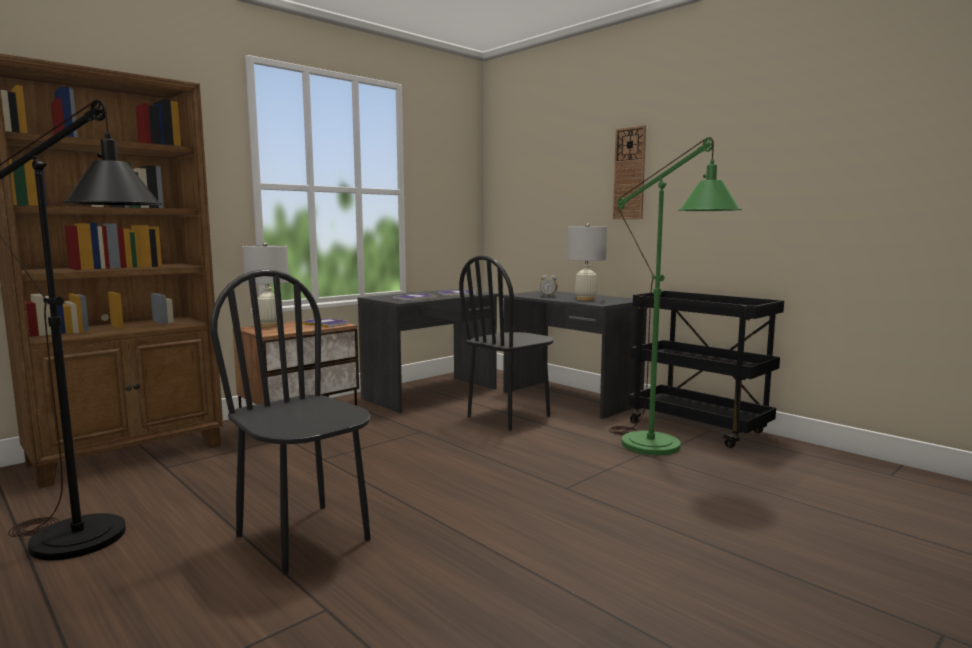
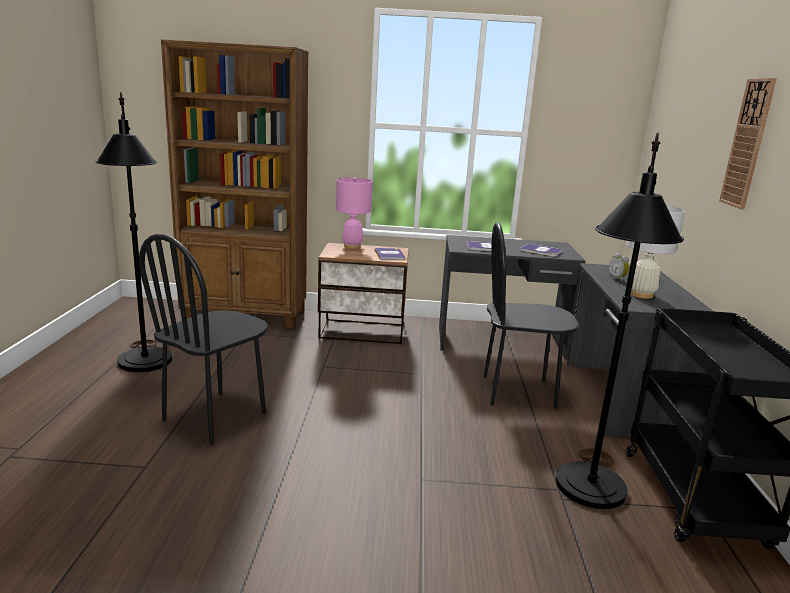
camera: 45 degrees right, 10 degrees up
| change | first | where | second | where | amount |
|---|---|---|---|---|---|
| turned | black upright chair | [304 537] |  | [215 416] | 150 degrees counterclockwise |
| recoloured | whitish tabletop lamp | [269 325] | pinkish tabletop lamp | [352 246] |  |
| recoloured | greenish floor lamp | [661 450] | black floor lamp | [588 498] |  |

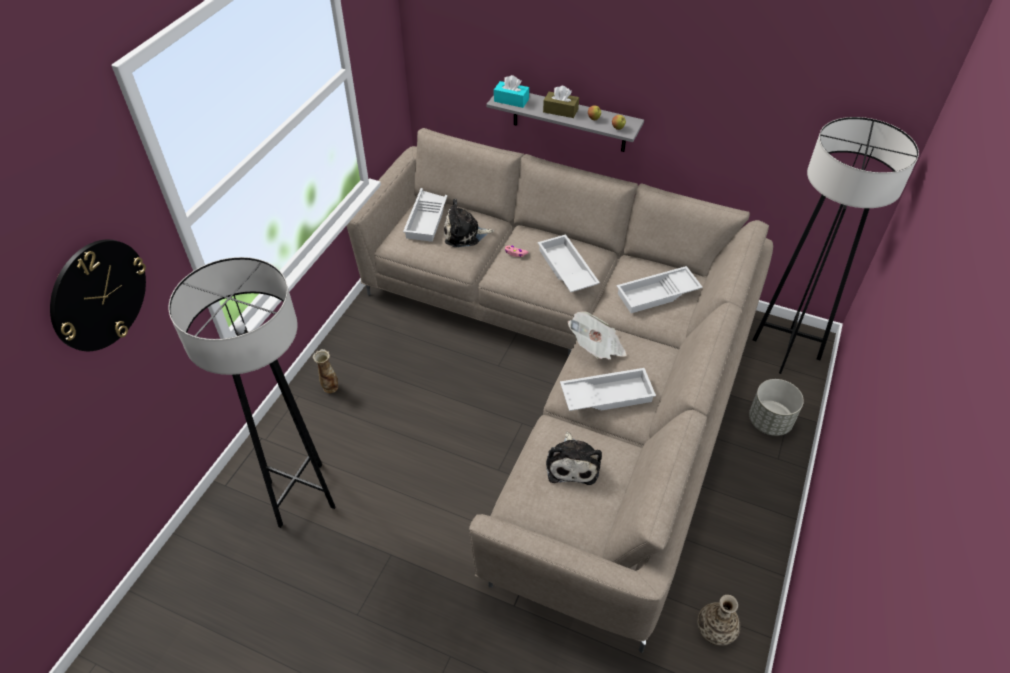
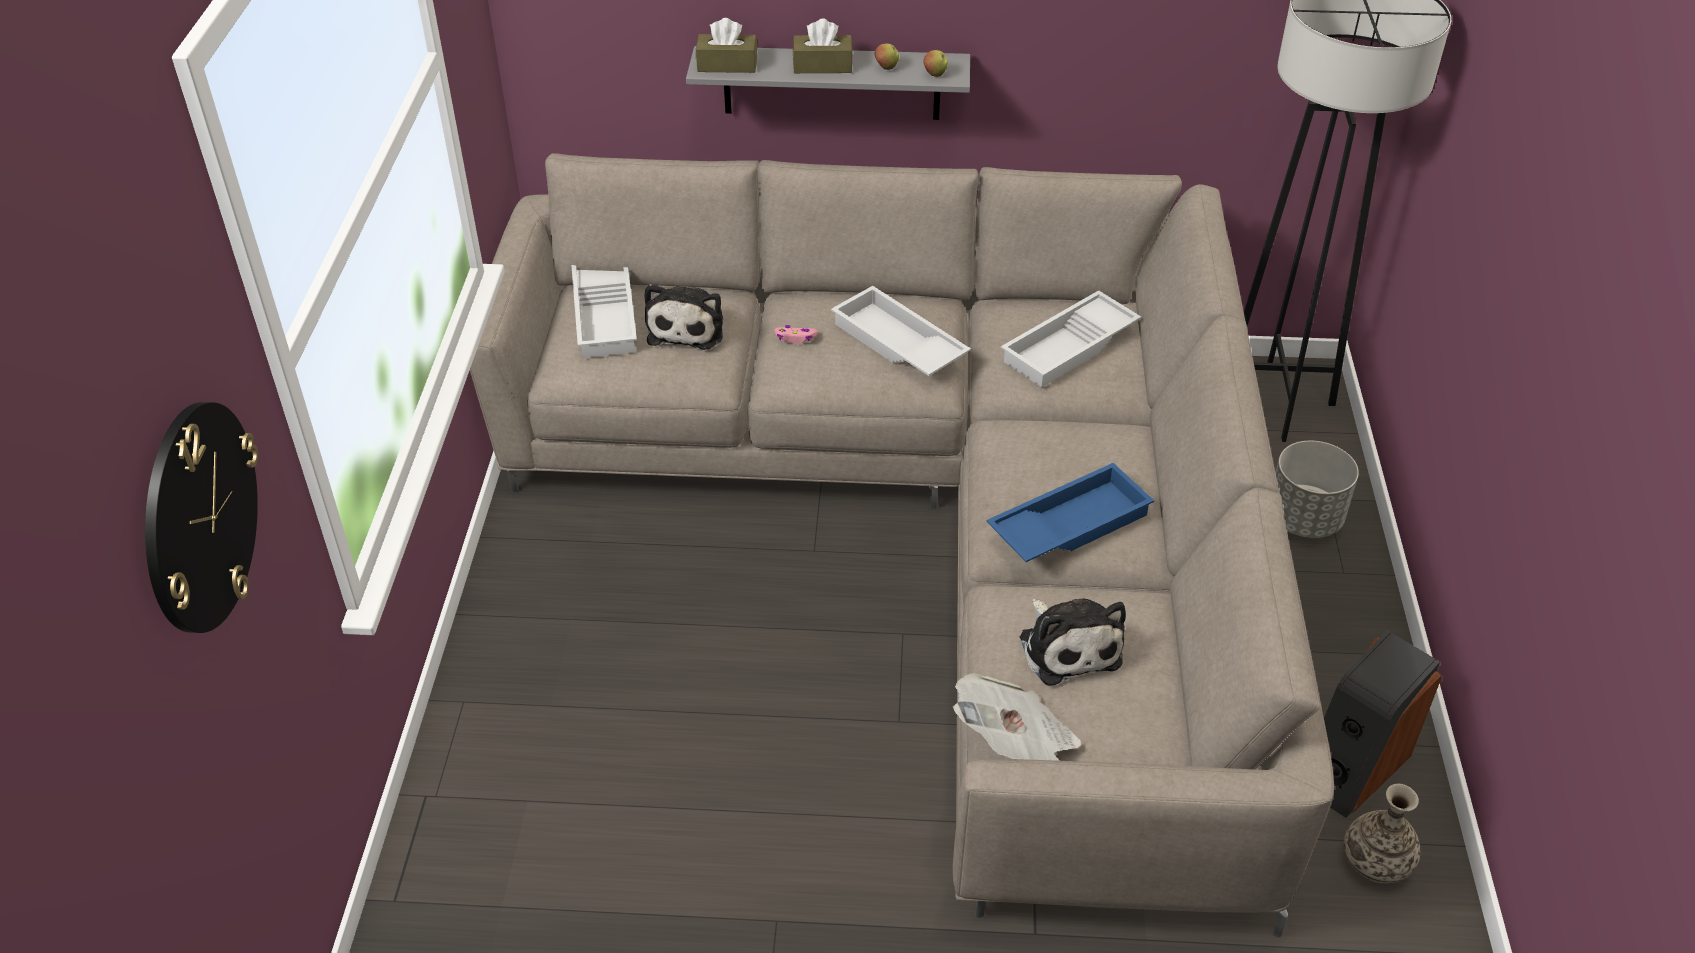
camera: 20 degrees left, 5 degrees down
| change | first | where | second | where | amount |
|---|---|---|---|---|---|
| turned | soft toy | [464 234] |  | [688 327] | 60 degrees counterclockwise |
| recoloured | turquoise-coloured box of tissues | [511 100] | brownish box of tissues | [727 64] |  |
| moved | printed paper | [596 347] |  | [1014 743] |  |
| recoloured | whitish serving tray | [607 394] | blue serving tray | [1068 523] |  |
| added |  |  | audio speaker | [1352 767] |  |
| removed | gray floor lamp | [301 495] |  |  |  |
| removed | flower vase | [330 387] |  |  |  |

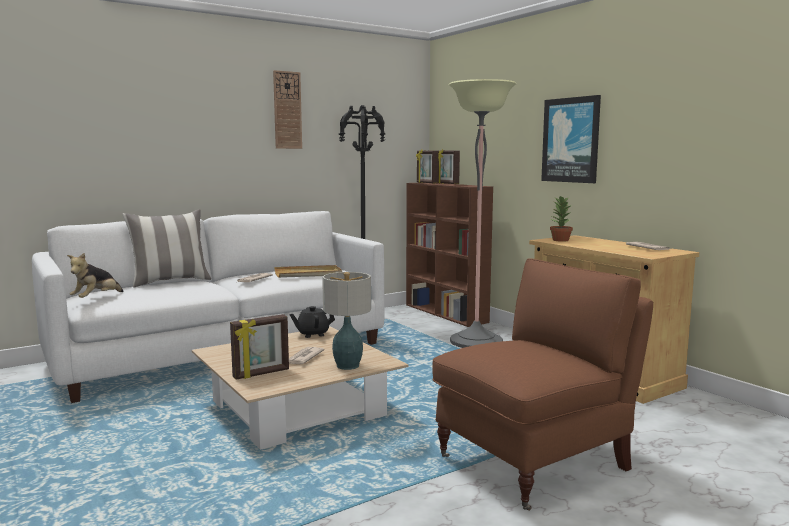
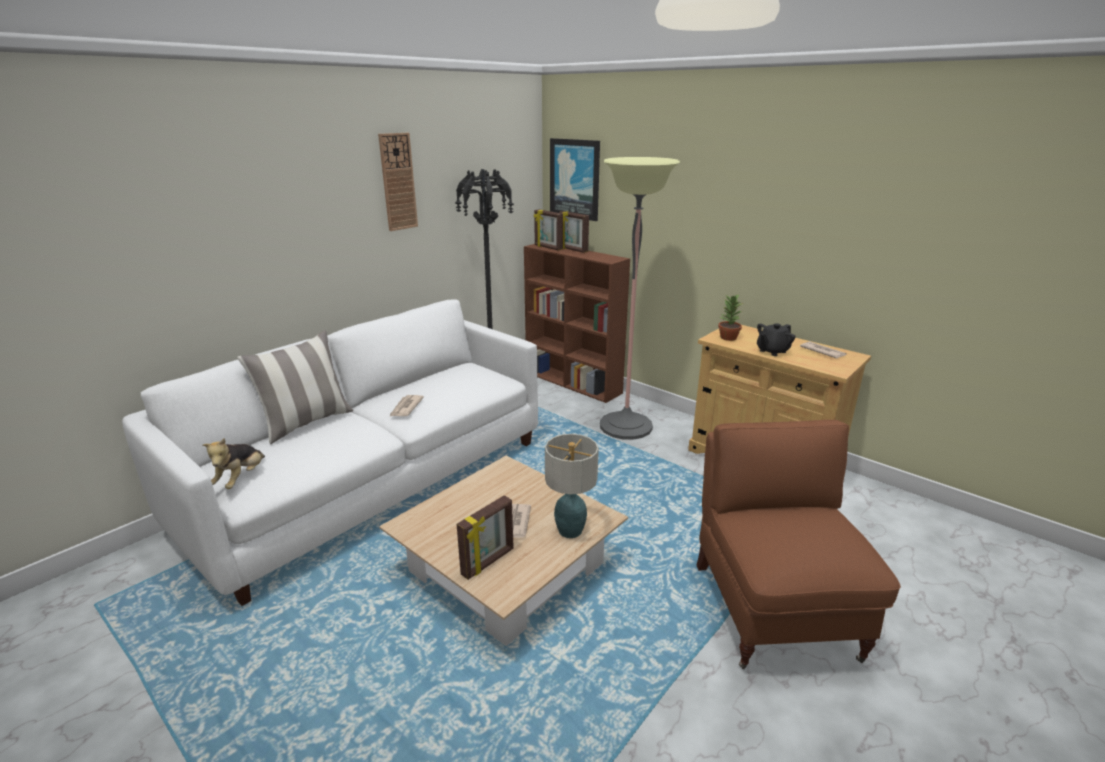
camera: 15 degrees left, 15 degrees up
| change | first | where | second | where | amount |
|---|---|---|---|---|---|
| moved | picture | [571 140] |  | [575 179] |  |
| turned | brownish lounge chair | [534 463] |  | [773 609] | 45 degrees counterclockwise |
| moved | black tea pot | [312 334] |  | [772 351] |  |
| removed | beige-coloured serving tray | [308 274] |  |  |  |

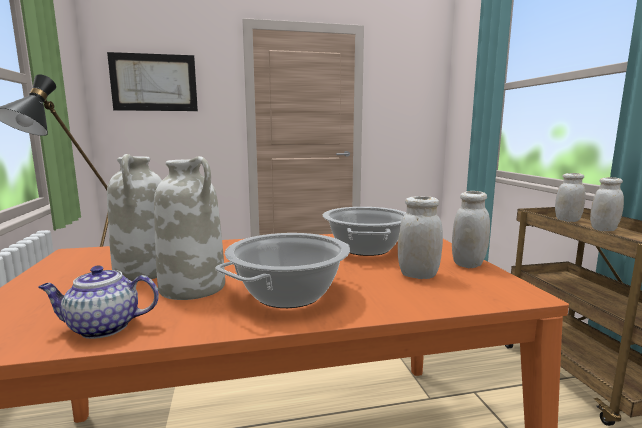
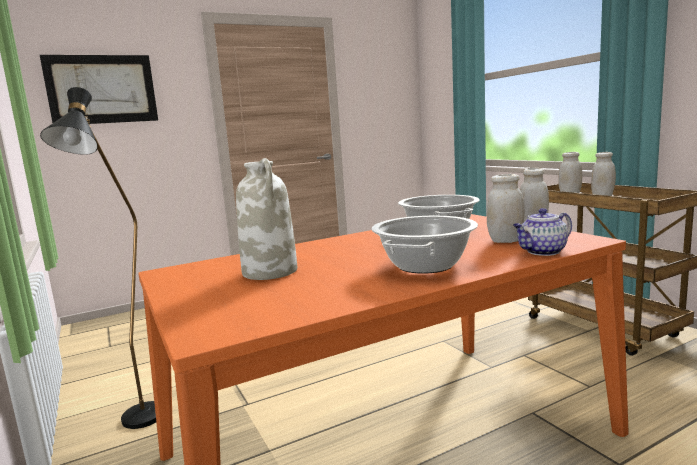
camera: 15 degrees left, 0 degrees up
| change | first | where | second | where | amount |
|---|---|---|---|---|---|
| moved | tea pot | [102 328] |  | [542 252] |  |
| removed | whitish flower vase | [194 287] |  |  |  |

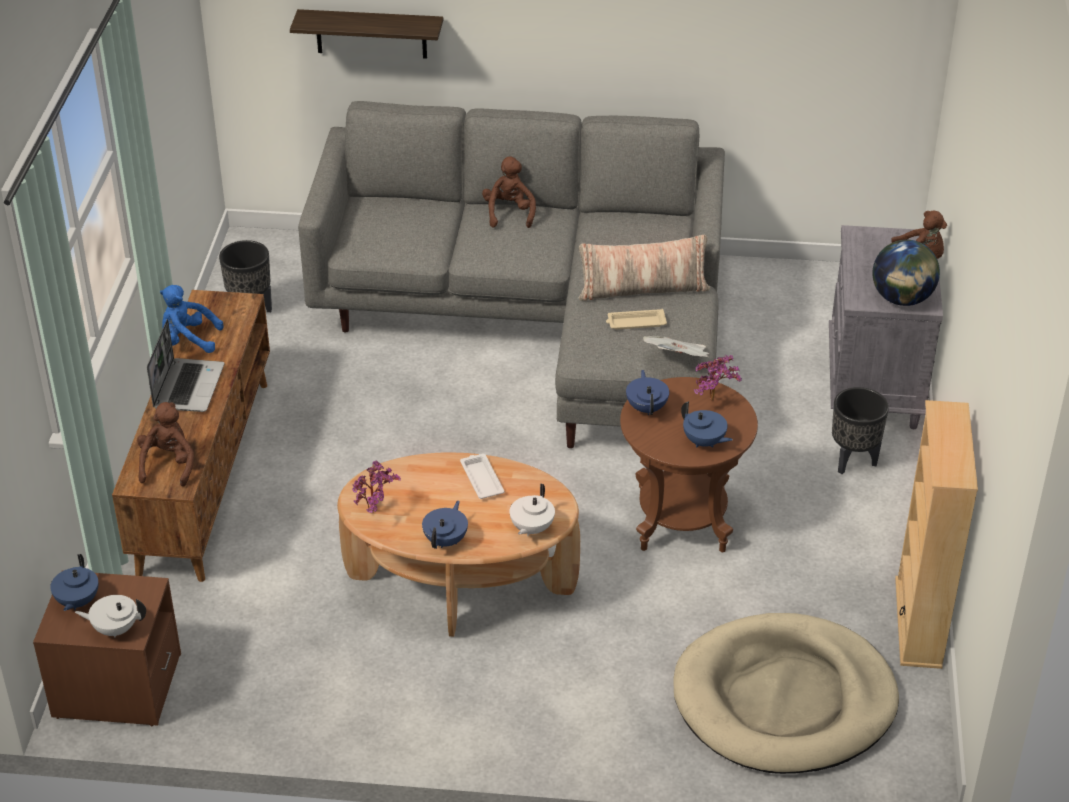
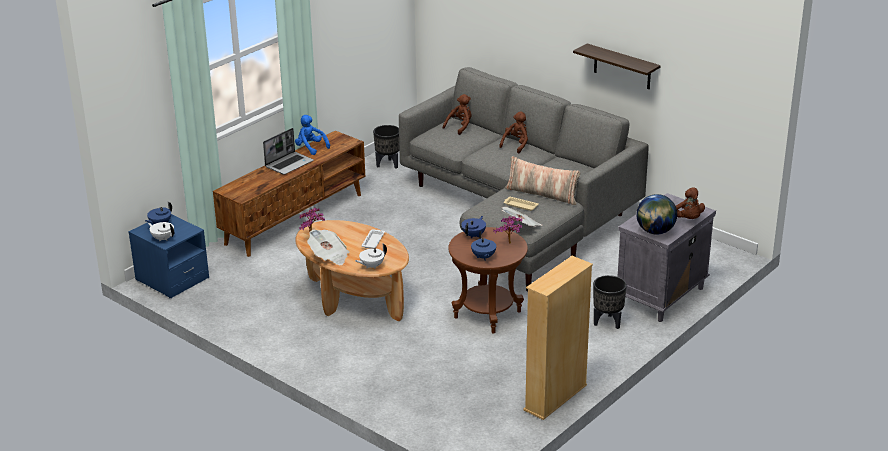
camera: 35 degrees right, 10 degrees down
| change | first | where | second | where | amount |
|---|---|---|---|---|---|
| recoloured | brownish bedside table | [117 686] | blue bedside table | [172 279] |  |
| replaced | blue tea pot | [446 540] | printed paper | [329 256] |  |
| moved | brownish soft toy | [168 464] |  | [460 127] |  |
| moved | bracket shelf | [371 34] |  | [622 67] |  |
| removed | beige-coloured dog cushion | [784 700] |  |  |  |

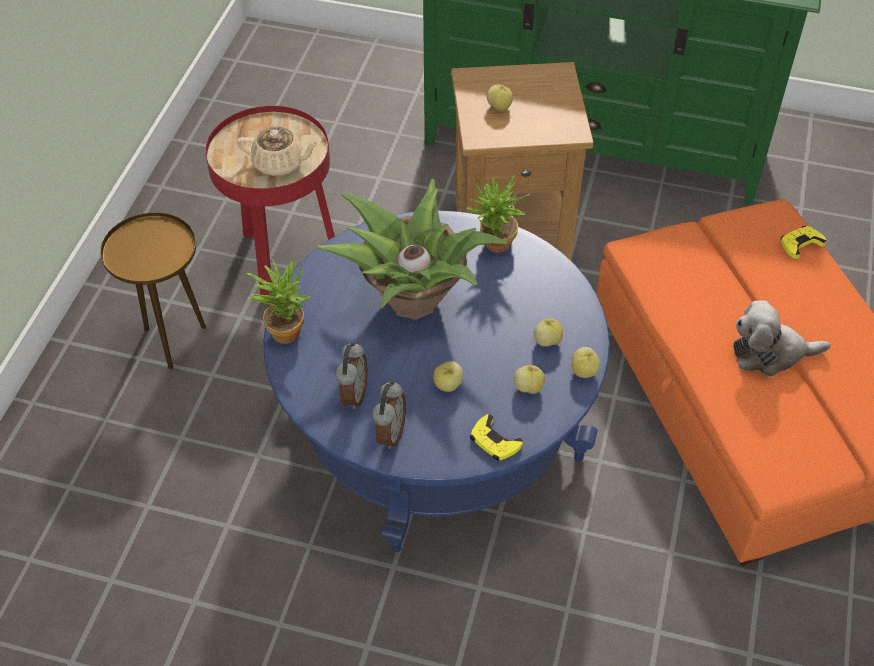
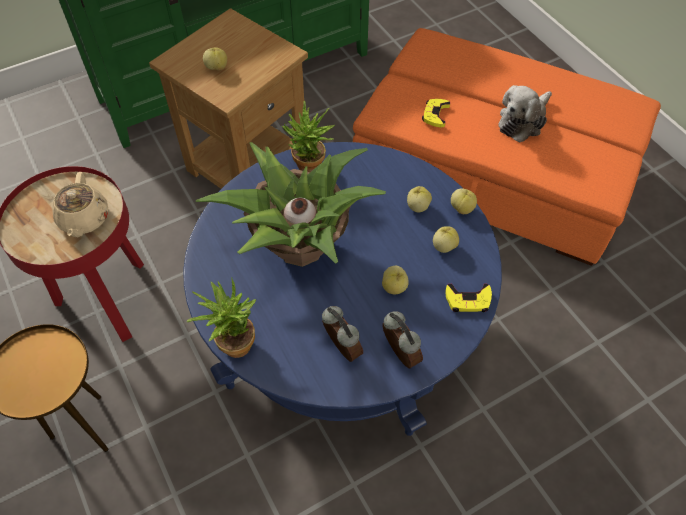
camera: 45 degrees left, 5 degrees up
| change | first | where | second | where | amount |
|---|---|---|---|---|---|
| turned | beige-coloured tea pot | [280 163] |  | [84 220] | 120 degrees clockwise |
| moved | yellowish joypad | [800 244] |  | [435 114] |  |

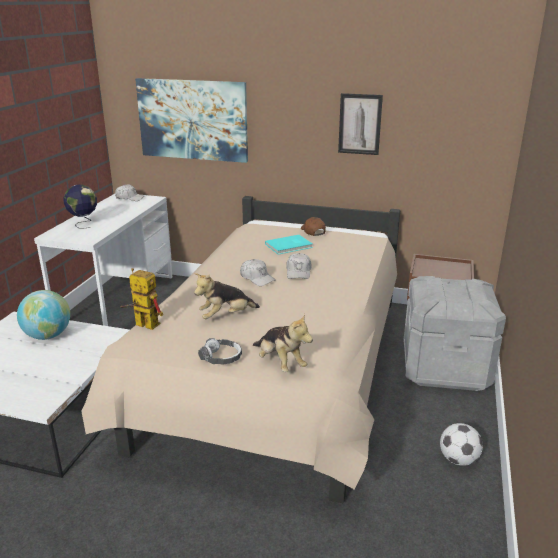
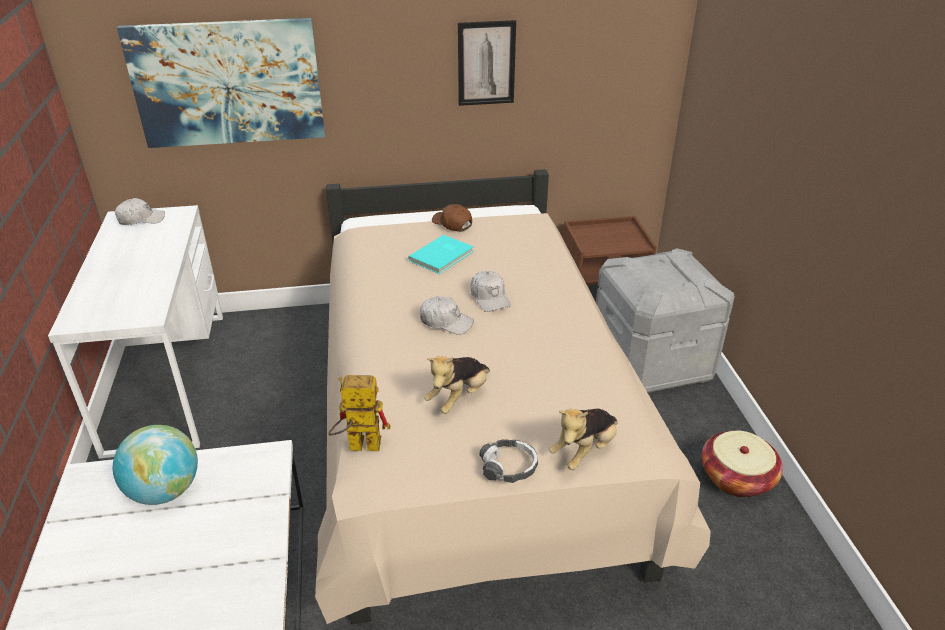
camera: 25 degrees left, 10 degrees up
| change | first | where | second | where | amount |
|---|---|---|---|---|---|
| turned | soft toy | [280 363] |  | [584 451] | 105 degrees clockwise |
| replaced | football | [458 459] | storage basket | [736 478] |  |
| removed | globe | [83 224] |  |  |  |

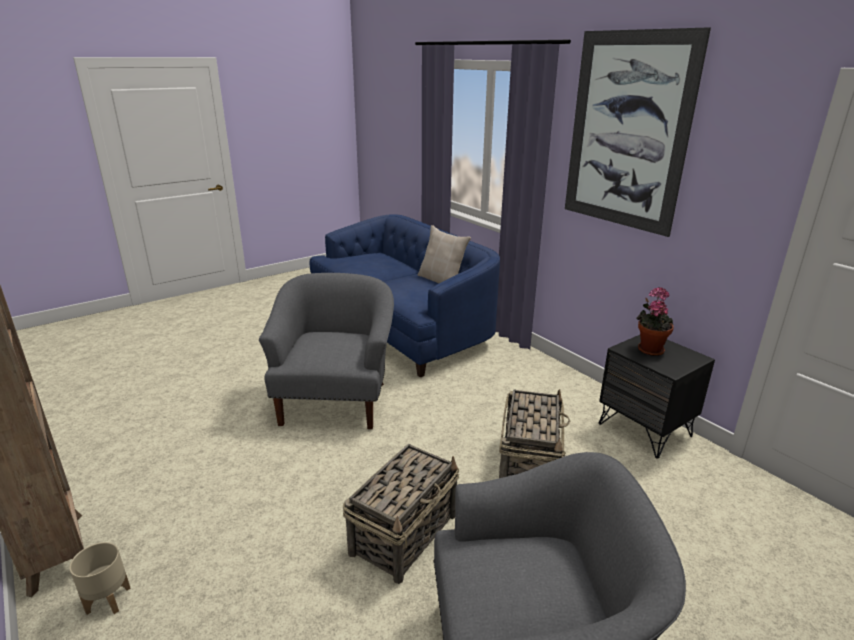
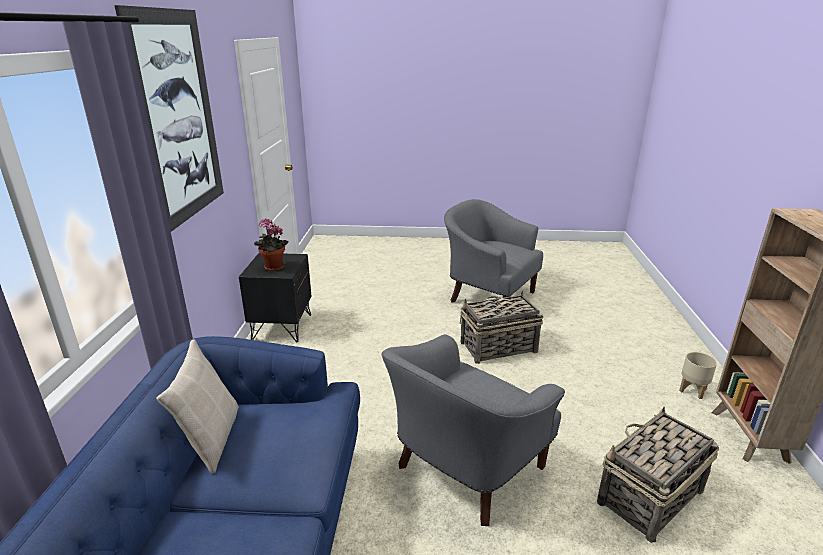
camera: 140 degrees left, 0 degrees up
| change | first | where | second | where | amount |
|---|---|---|---|---|---|
| moved | storage basket | [529 463] |  | [649 497] |  |

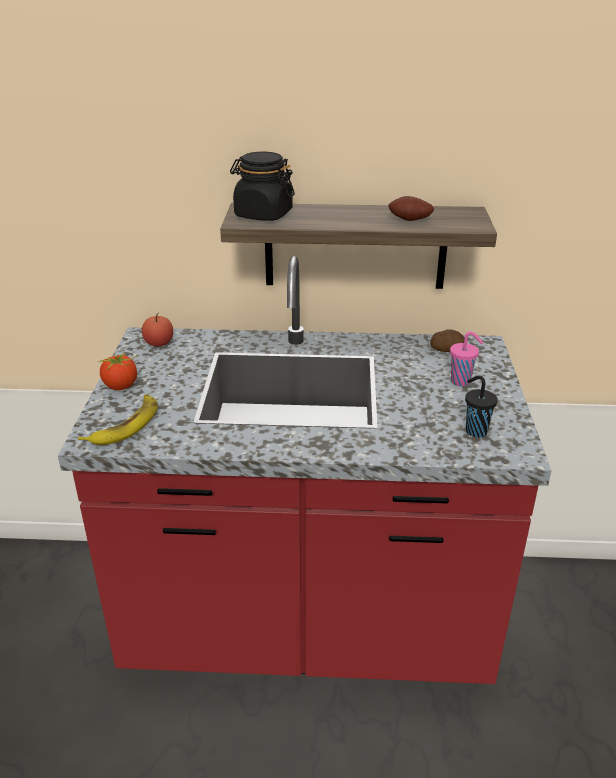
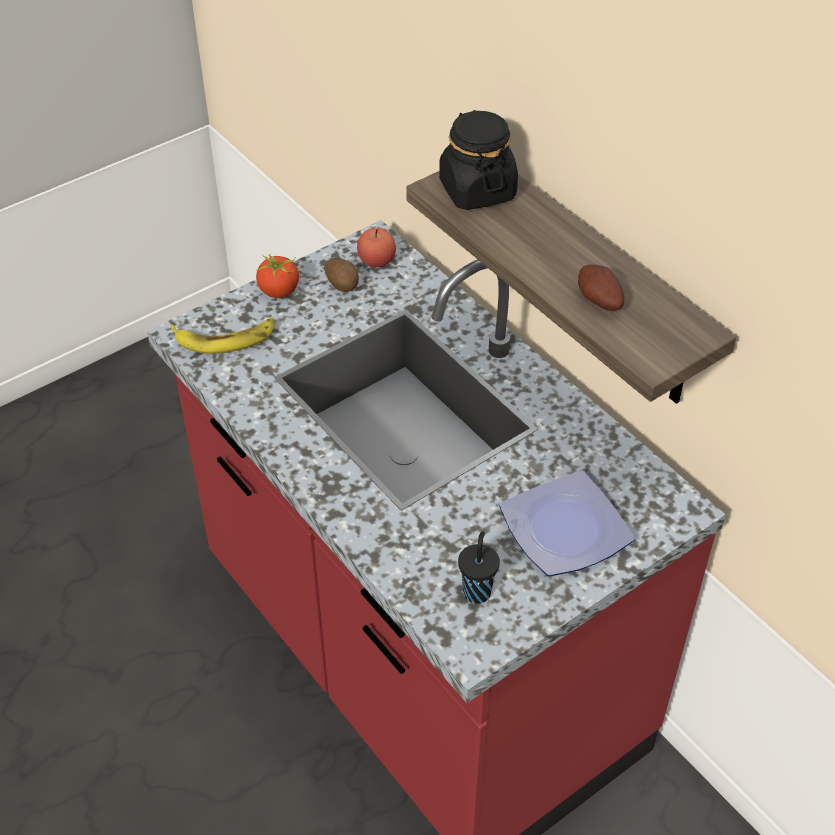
camera: 50 degrees right, 15 degrees up
| change | first | where | second | where | amount |
|---|---|---|---|---|---|
| moved | spud | [446 350] |  | [343 283] |  |
| replaced | pinkish cup | [461 381] | flat dish | [567 530] |  |

